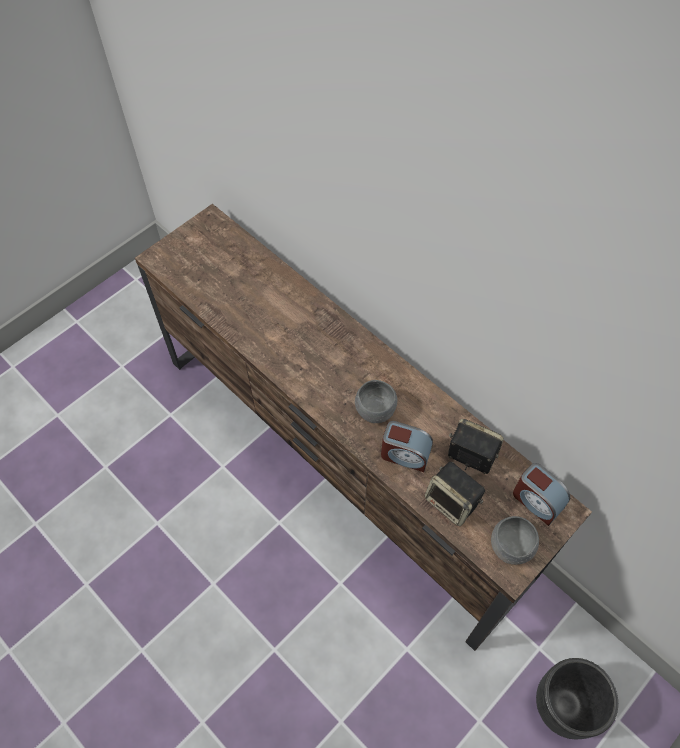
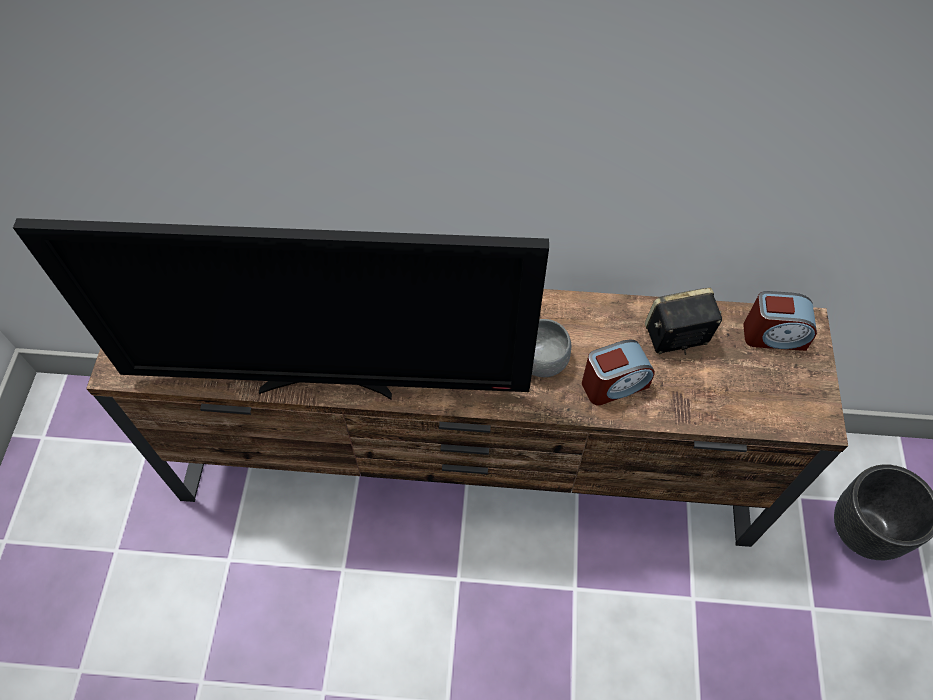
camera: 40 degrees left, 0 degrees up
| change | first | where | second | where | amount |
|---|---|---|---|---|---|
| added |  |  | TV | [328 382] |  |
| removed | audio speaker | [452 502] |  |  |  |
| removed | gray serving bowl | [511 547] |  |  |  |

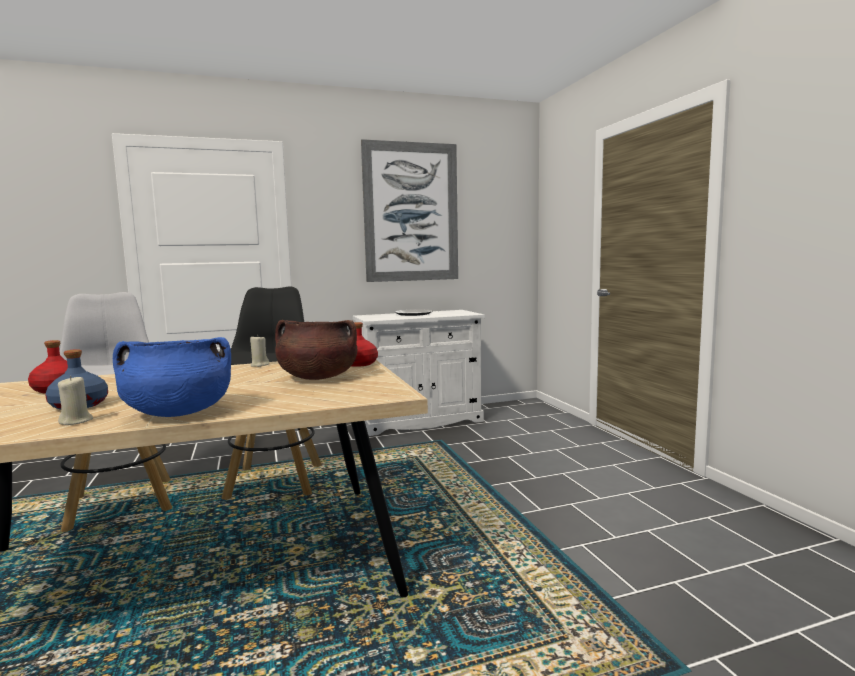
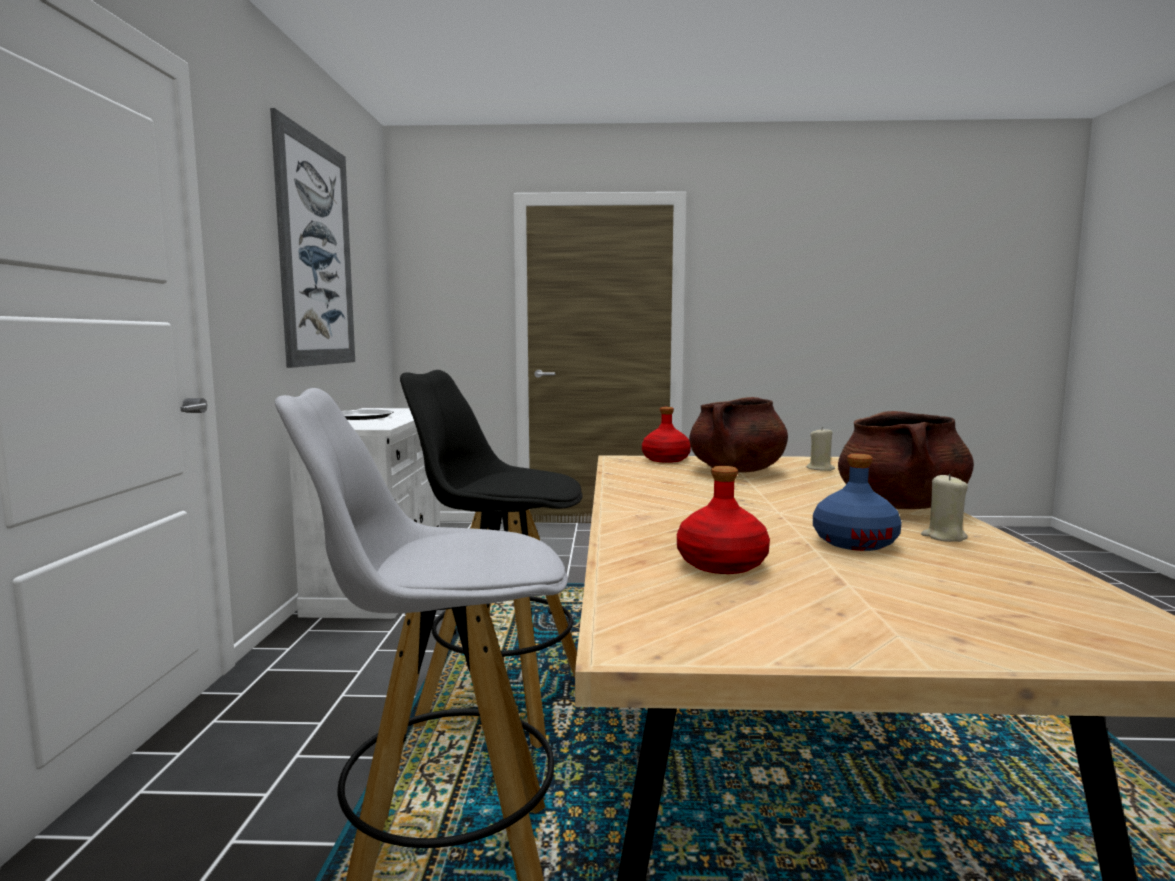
camera: 70 degrees left, 0 degrees up
| change | first | where | second | where | amount |
|---|---|---|---|---|---|
| moved | beige-coloured wax light | [259 365] |  | [820 469] |  |
| recoloured | blue saucepot | [178 413] | brownish saucepot | [901 506] |  |

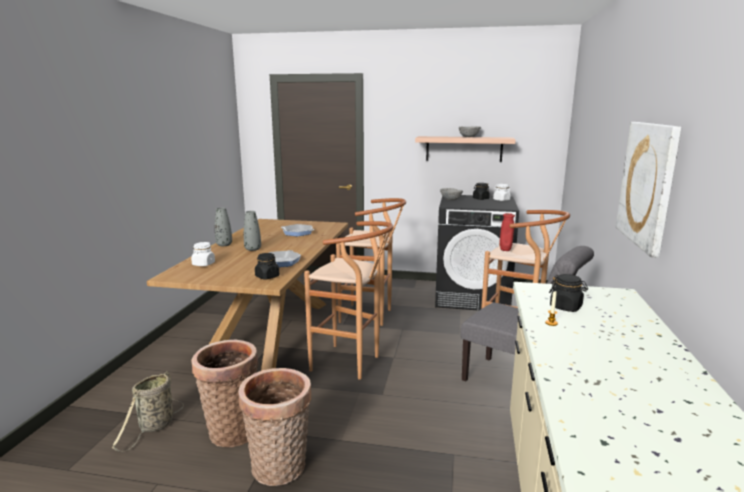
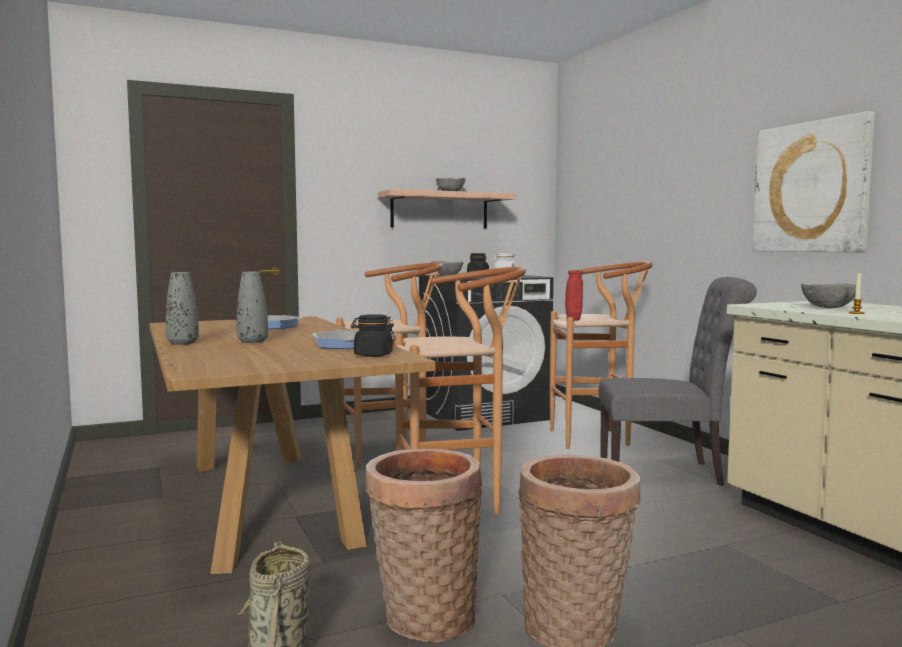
camera: 35 degrees left, 10 degrees down
| change | first | where | second | where | amount |
|---|---|---|---|---|---|
| replaced | black storage jar | [566 307] | gray serving bowl | [827 308] |  |
| removed | whitish storage jar | [203 264] |  |  |  |

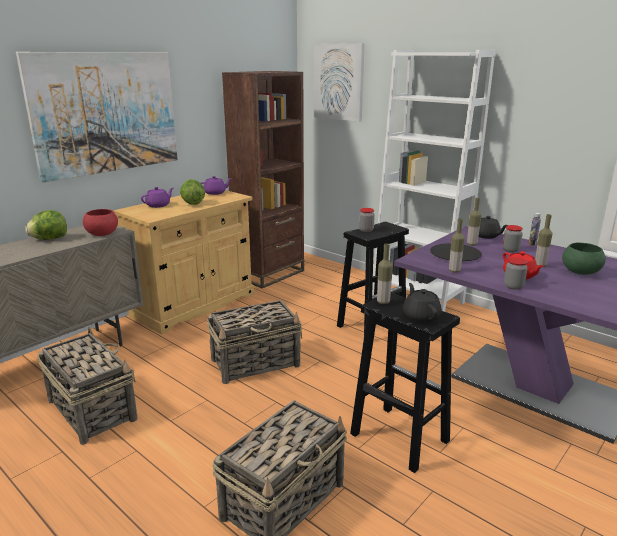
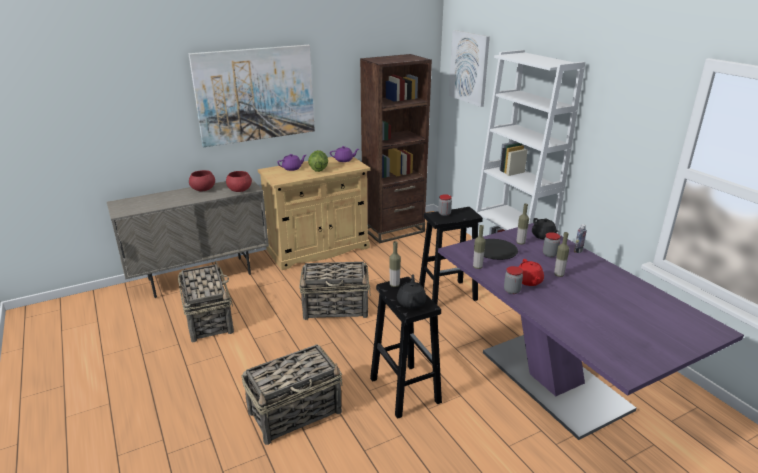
camera: 20 degrees right, 5 degrees up
| change | first | where | second | where | amount |
|---|---|---|---|---|---|
| replaced | lettuce | [49 239] | red-coloured serving bowl | [203 190] |  |
| removed | greenish serving bowl | [580 272] |  |  |  |

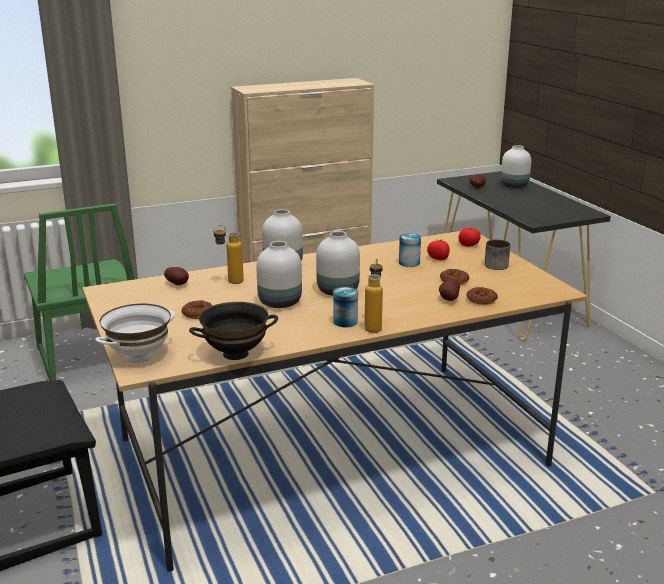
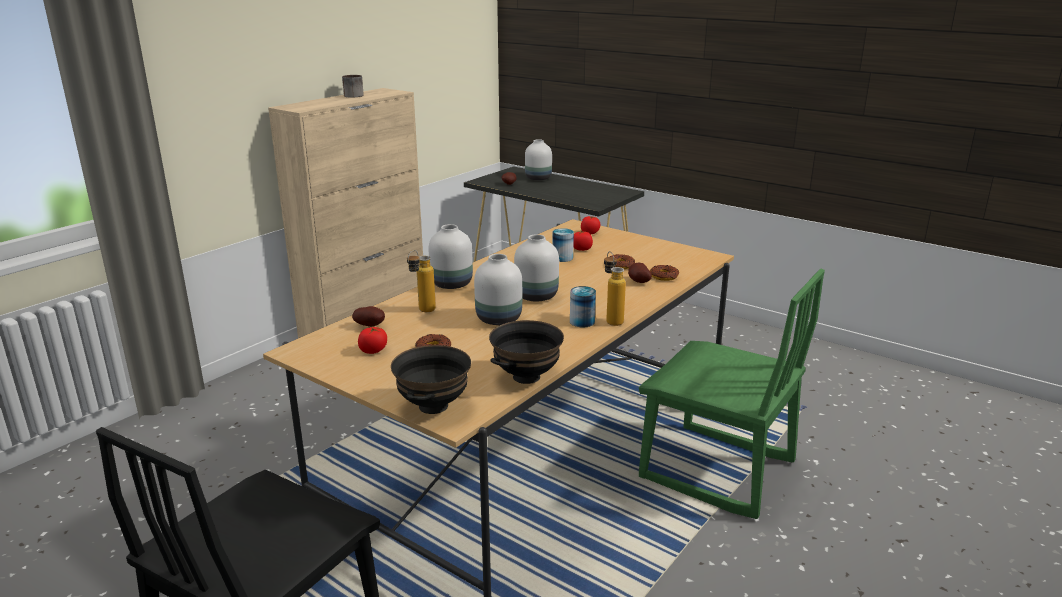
camera: 30 degrees left, 0 degrees up
| change | first | where | second | where | amount |
|---|---|---|---|---|---|
| moved | tea mug | [495 264] |  | [352 95] |  |
| added |  |  | whole tomato | [373 350] |  |
| recoloured | whitish serving bowl | [139 356] | black serving bowl | [432 406] |  |
| moved | greenish upright chair | [88 359] |  | [716 471] |  |

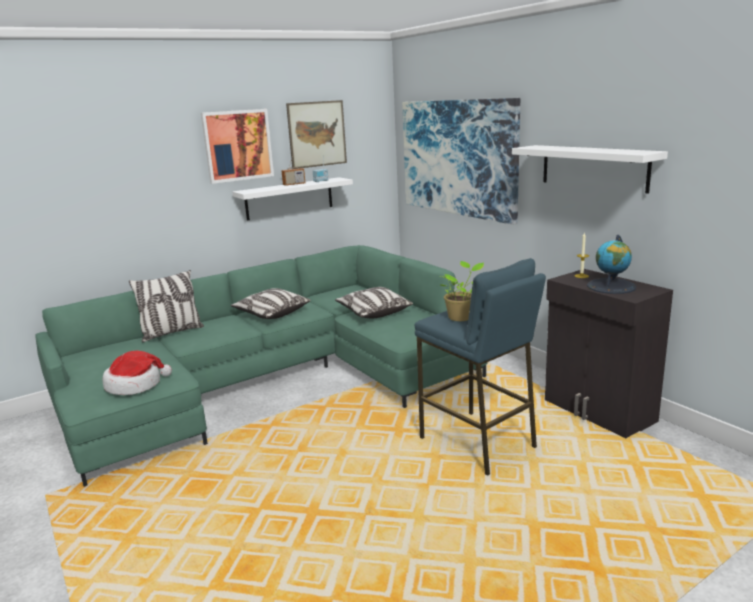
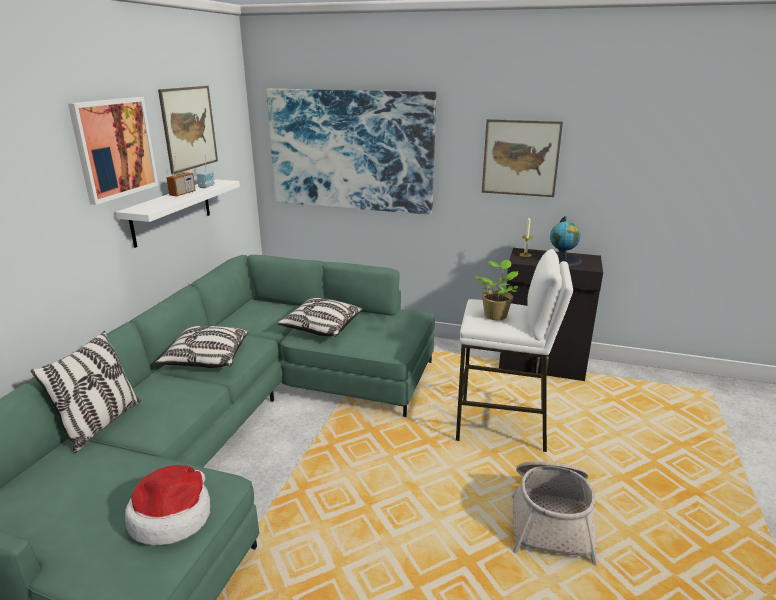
camera: 40 degrees left, 5 degrees up
| change | first | where | second | where | amount |
|---|---|---|---|---|---|
| recoloured | blue stool | [477 443] | whitish stool | [502 426] |  |
| replaced | whitish bracket shelf | [593 167] | picture | [520 158] |  |
| added |  |  | storage basket | [551 518] |  |

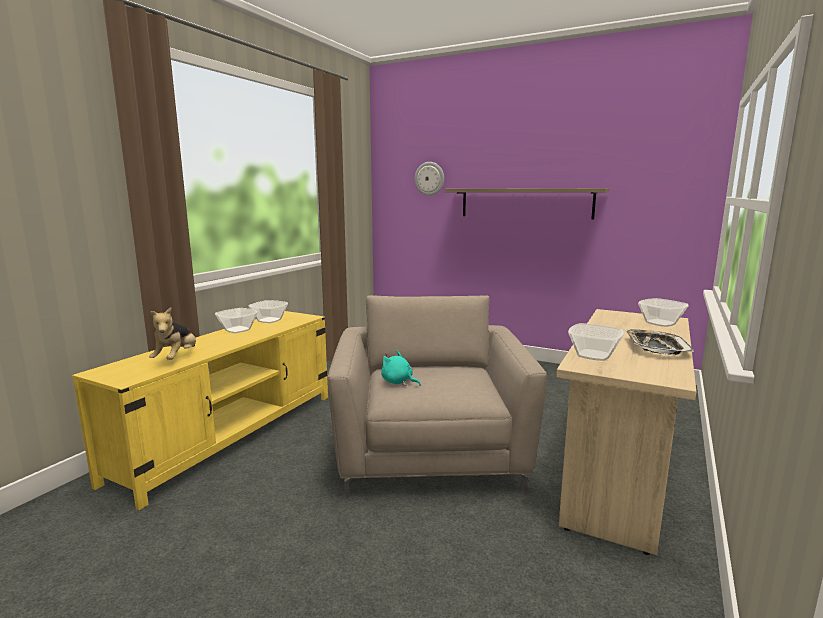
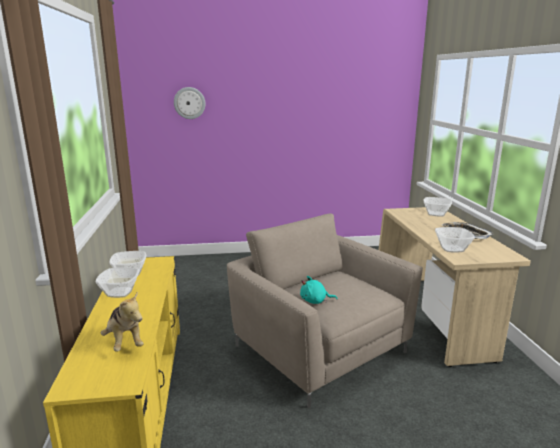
camera: 35 degrees left, 5 degrees up
| change | first | where | second | where | amount |
|---|---|---|---|---|---|
| removed | bracket shelf | [525 203] |  |  |  |

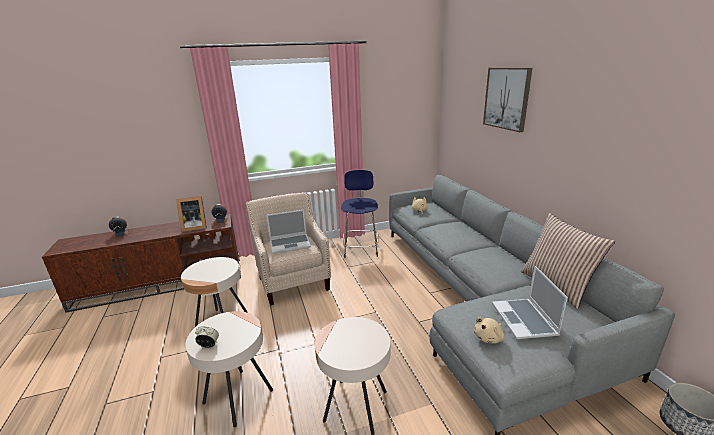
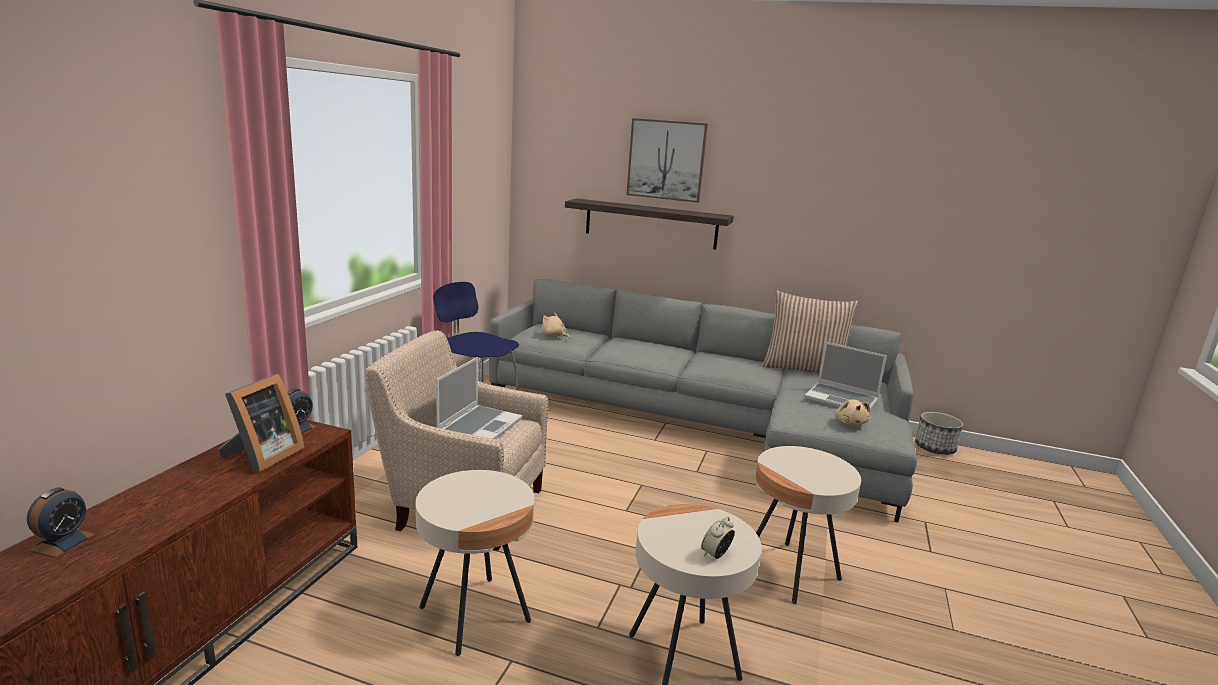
camera: 55 degrees left, 5 degrees down
| change | first | where | second | where | amount |
|---|---|---|---|---|---|
| added |  |  | bracket shelf | [650 224] |  |

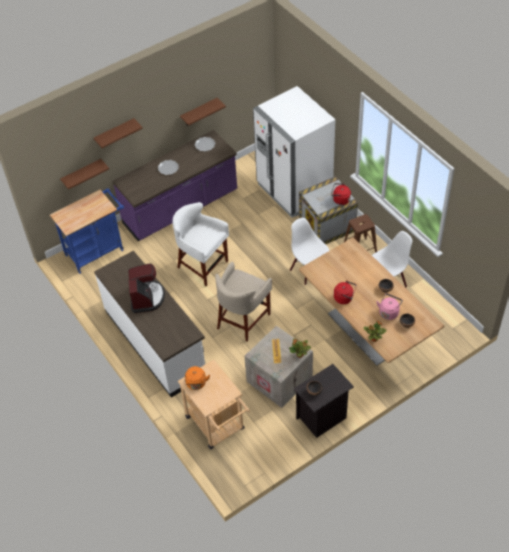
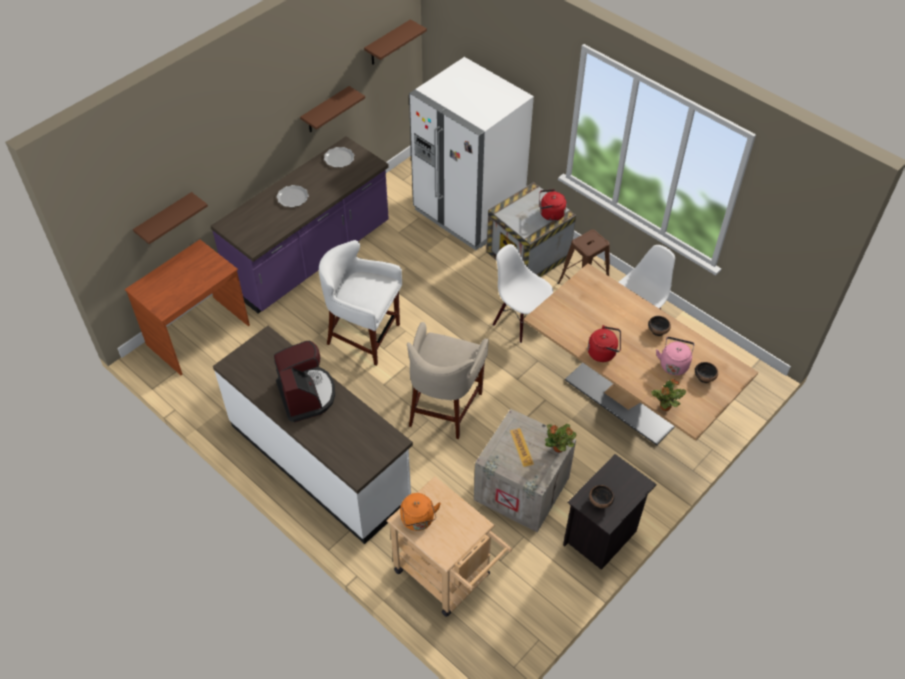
camera: 15 degrees left, 0 degrees up
| change | first | where | second | where | amount |
|---|---|---|---|---|---|
| replaced | blue cart | [97 251] | brownish desk | [199 335] |  |
| moved | brownish bracket shelf | [115 134] |  | [388 43] |  |

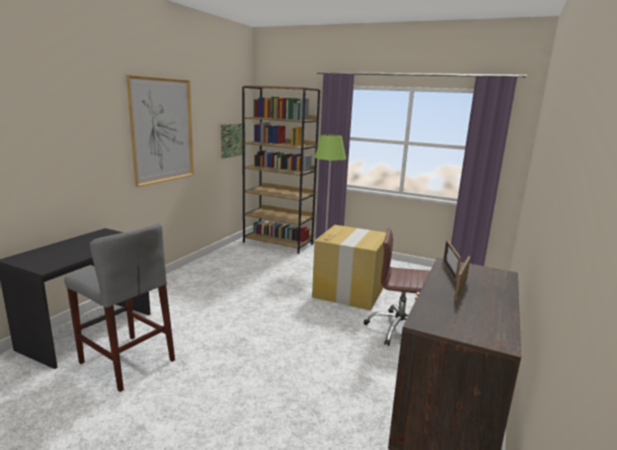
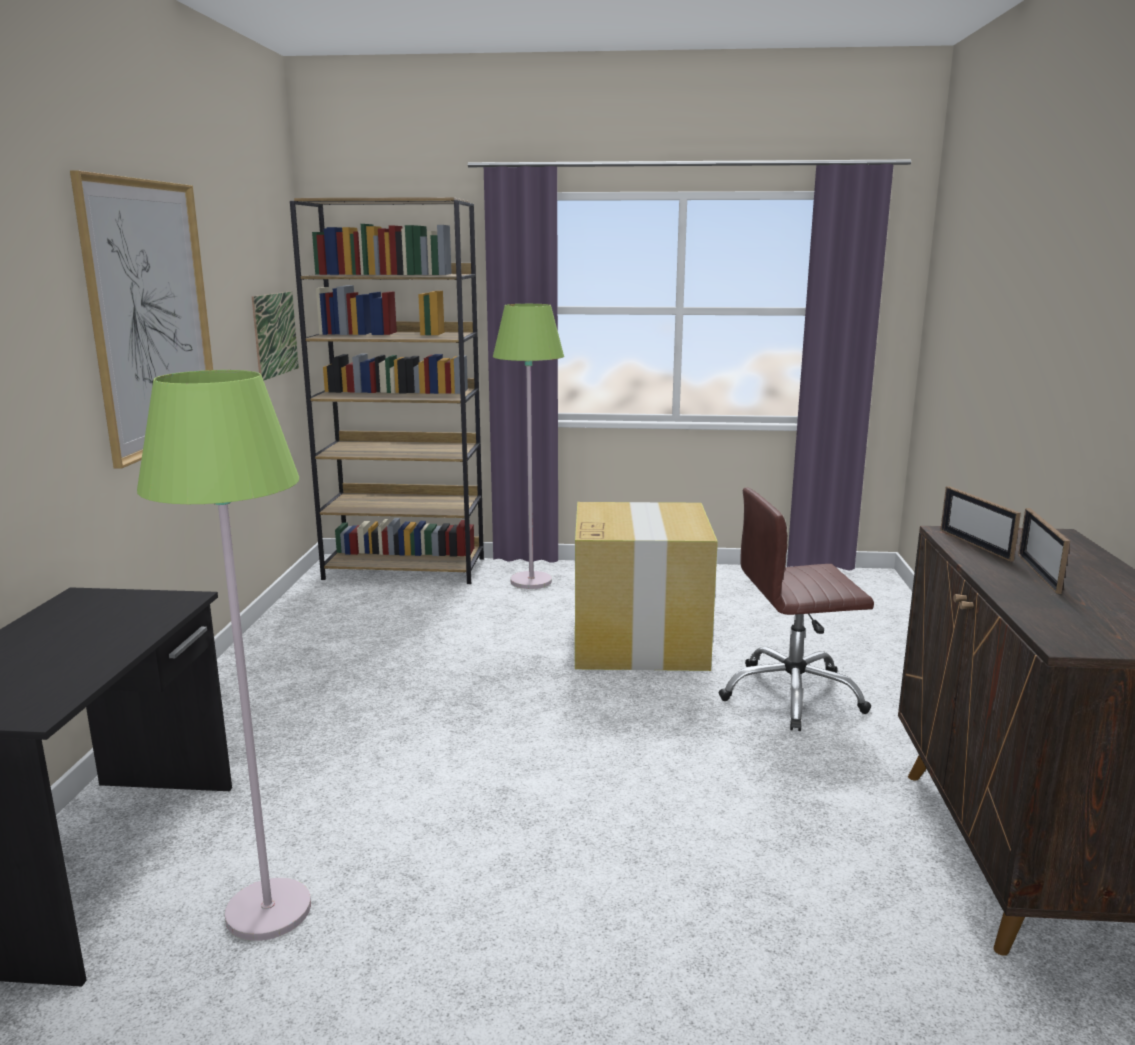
camera: 20 degrees left, 0 degrees up
| change | first | where | second | where | amount |
|---|---|---|---|---|---|
| replaced | gray stool | [127 361] | greenish floor lamp | [268 911] |  |

